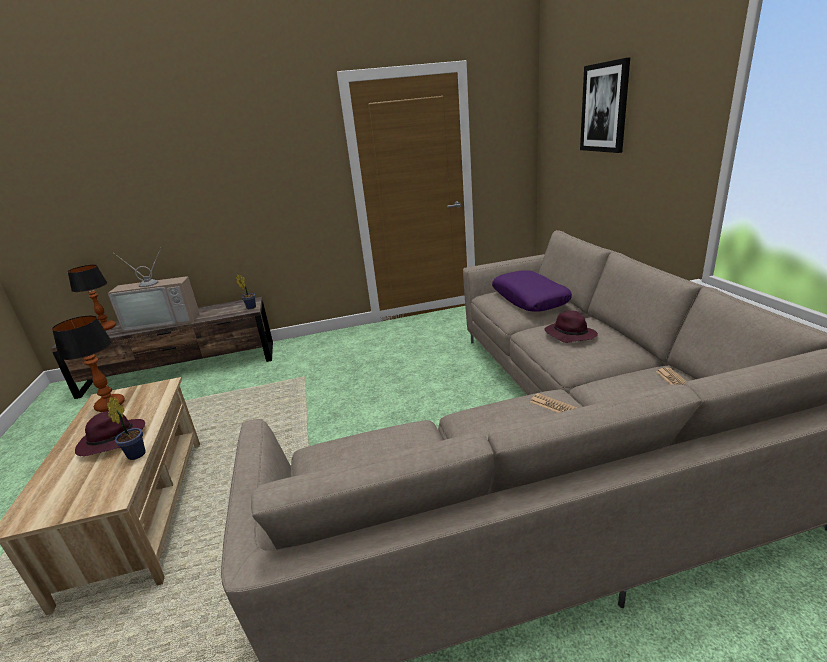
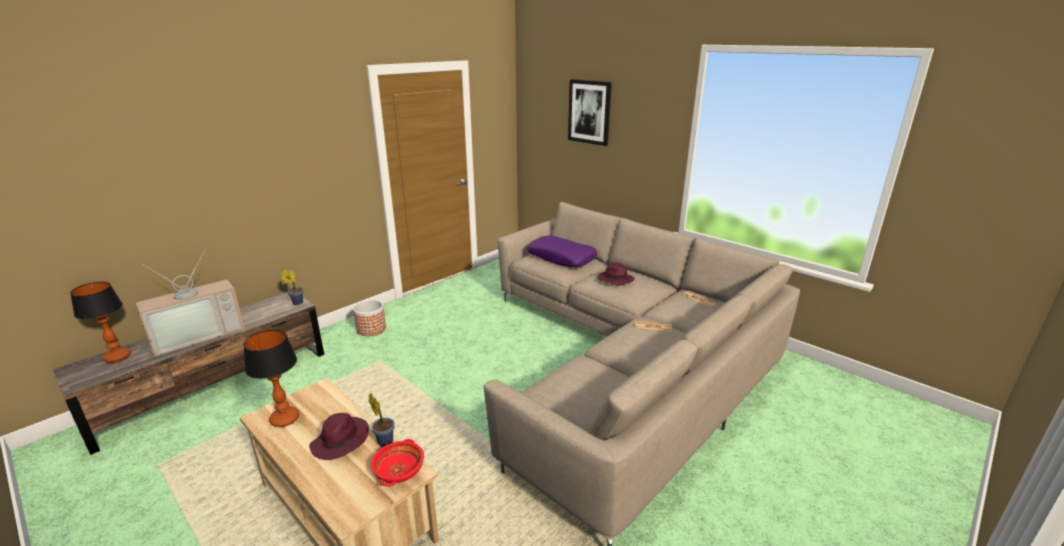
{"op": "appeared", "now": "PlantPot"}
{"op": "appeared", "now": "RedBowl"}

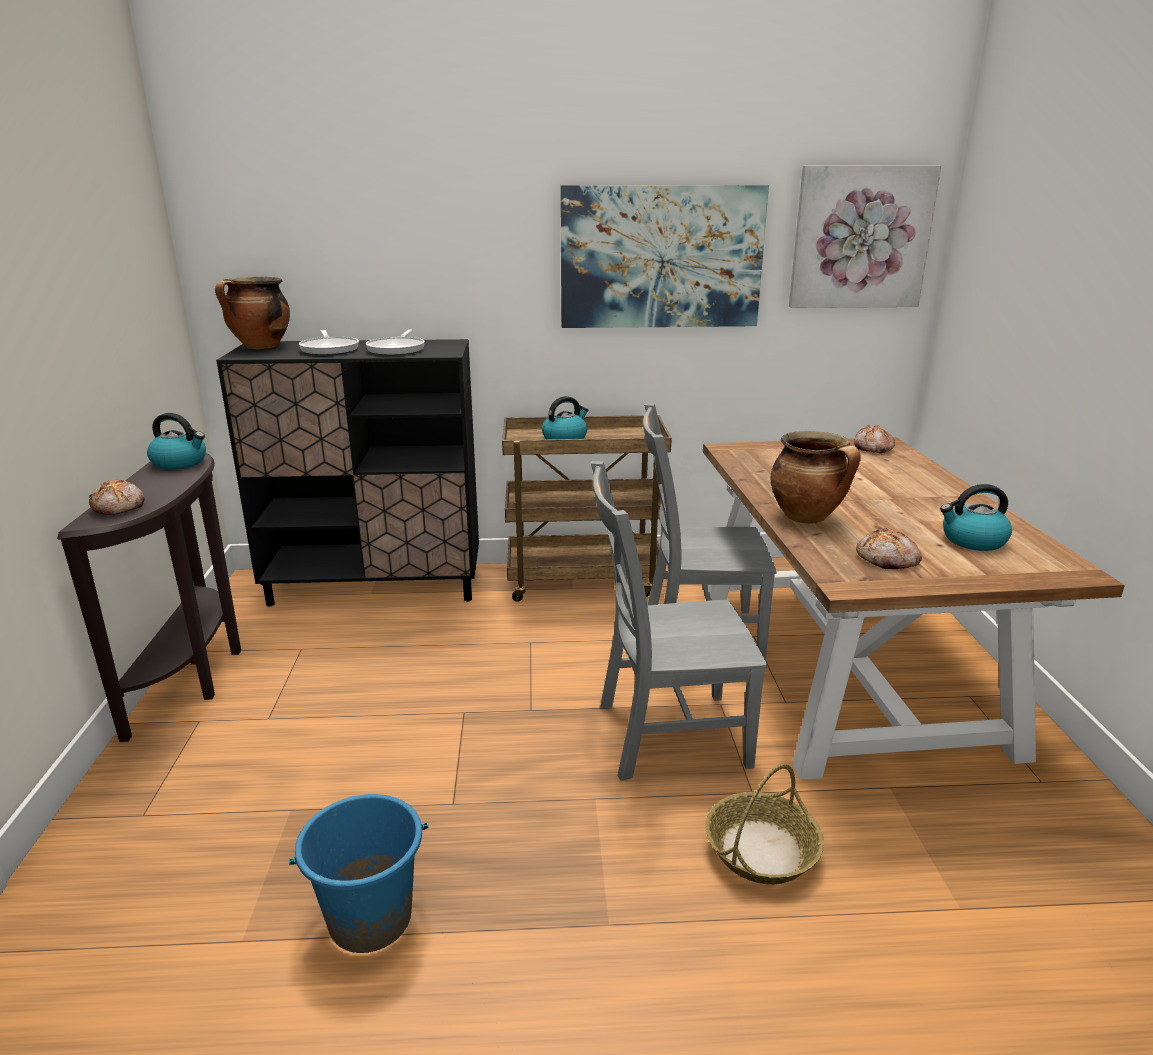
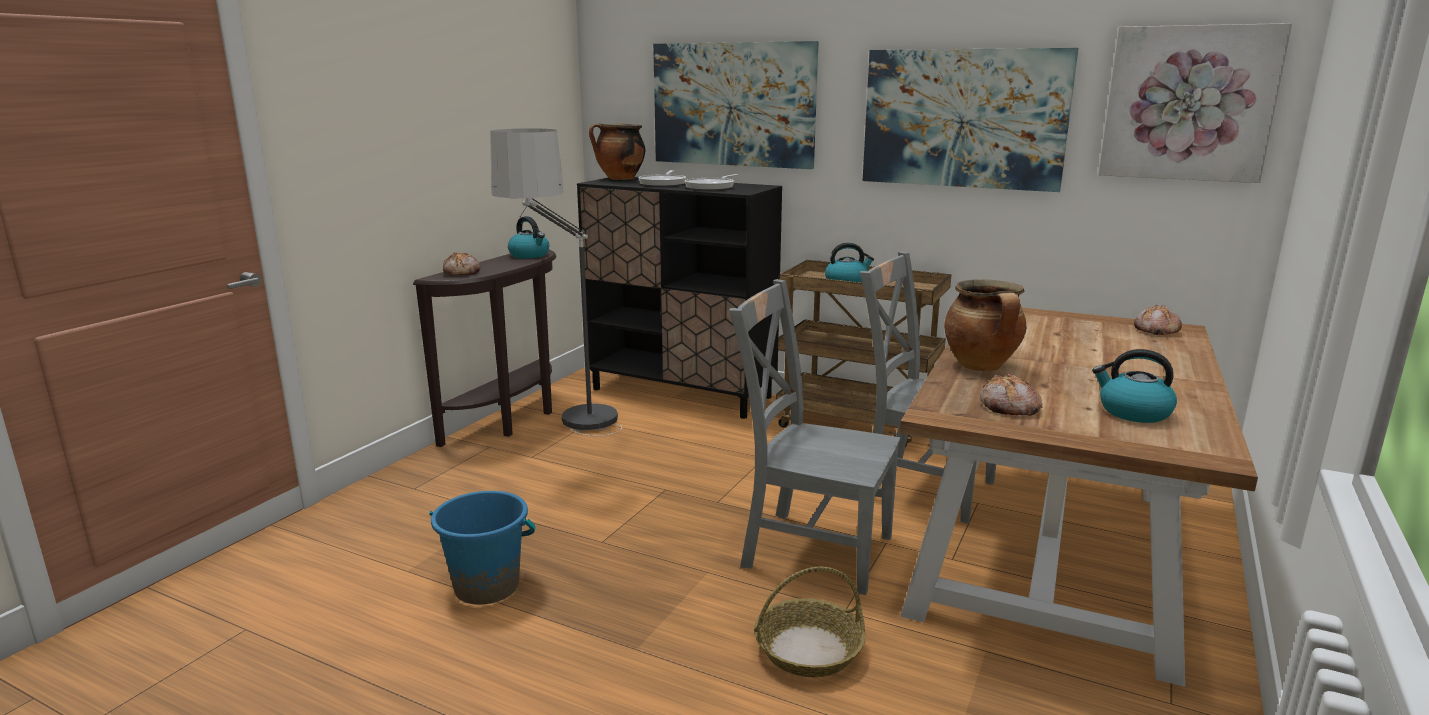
{"op": "appeared", "now": "FloorLamp"}
{"op": "appeared", "now": "Picture (no. 1 from left)"}

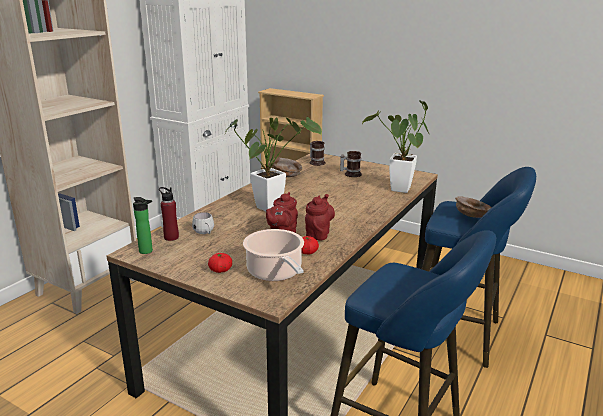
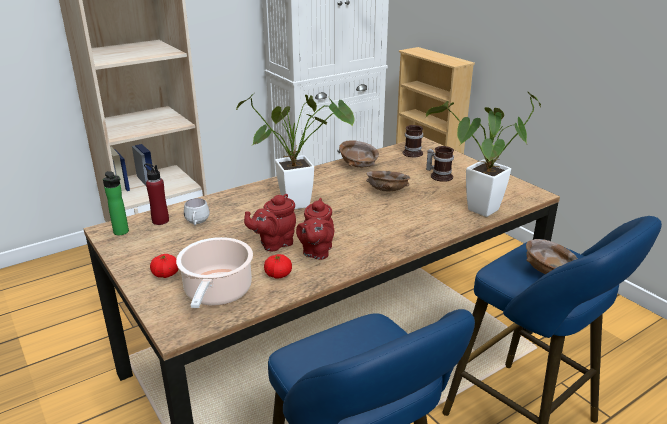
{"op": "appeared", "now": "BrownBowl (no. 2 from left)"}
{"op": "spun", "was": "RedTeaPot (no. 2 from left)", "clockwise": 150}

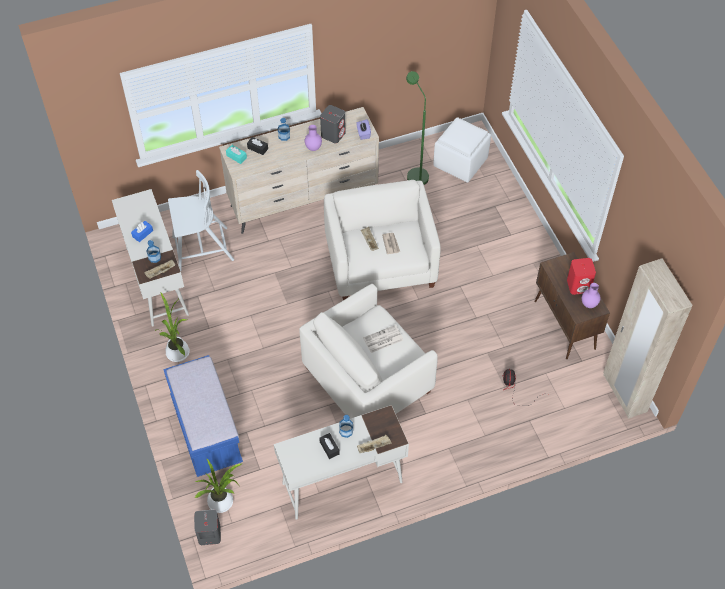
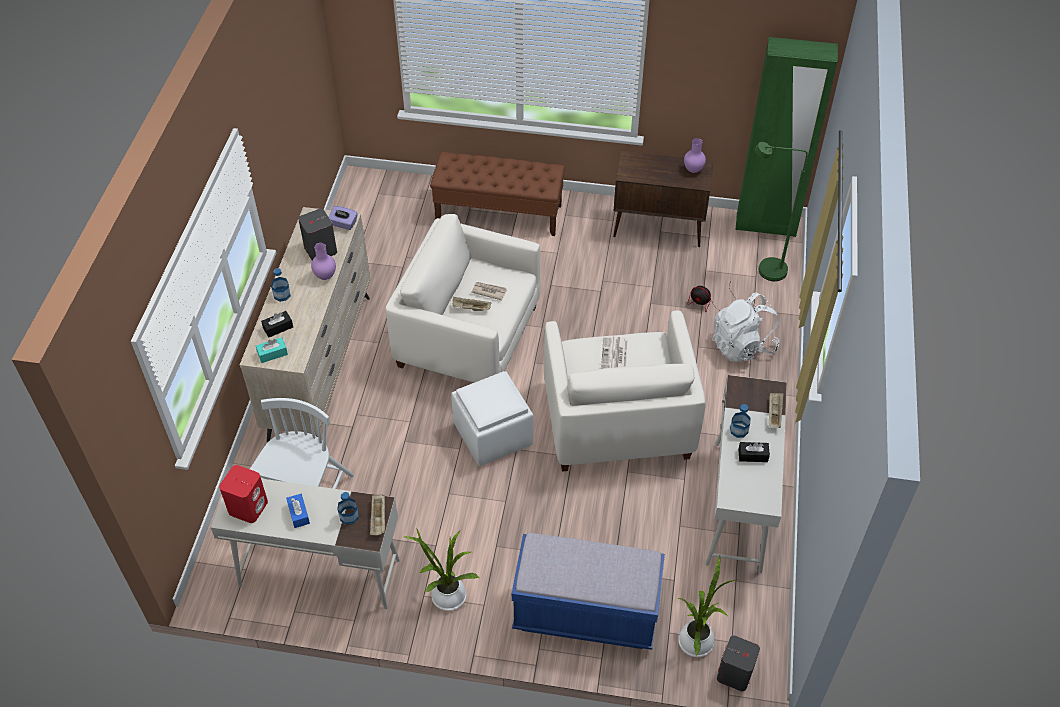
{"op": "appeared", "now": "BrownLongSeat"}
{"op": "appeared", "now": "WhiteBackpack"}
{"op": "relocated", "was": "GreenColouredFloorLamp"}
{"op": "relocated", "was": "WhitePouffe"}
{"op": "relocated", "was": "RedAudioSpeaker"}
{"op": "colour", "was": "BeigeClothesCupboard", "now": "GreenColouredClothesCupboard"}

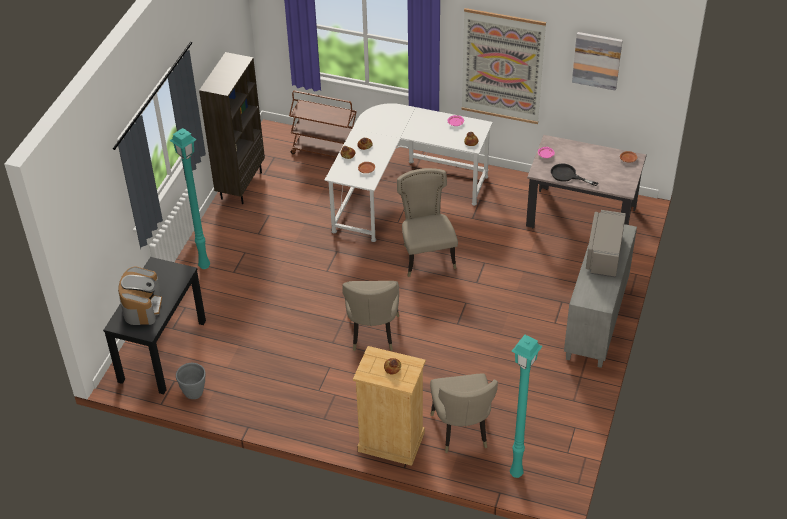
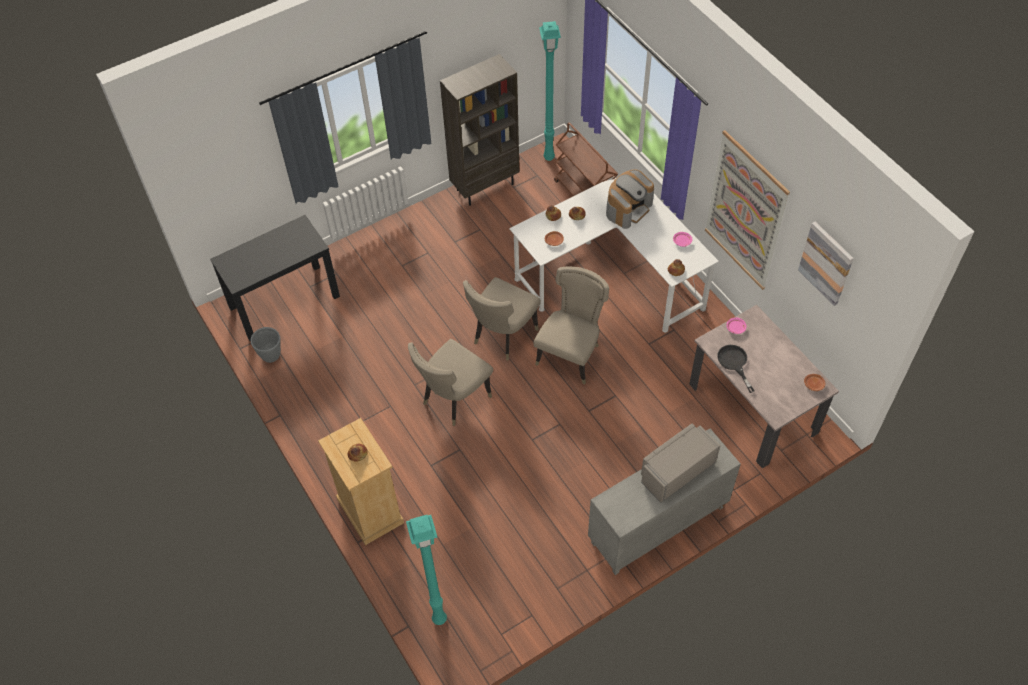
{"op": "relocated", "was": "CoffeeMachine"}
{"op": "relocated", "was": "BlueGreenFloorLamp (no. 1 from left in the first image)", "now": "BlueGreenFloorLamp (no. 2 from left)"}
{"op": "relocated", "was": "BeigeChair (no. 3 from left in the first image)", "now": "BeigeChair (no. 2 from left)"}

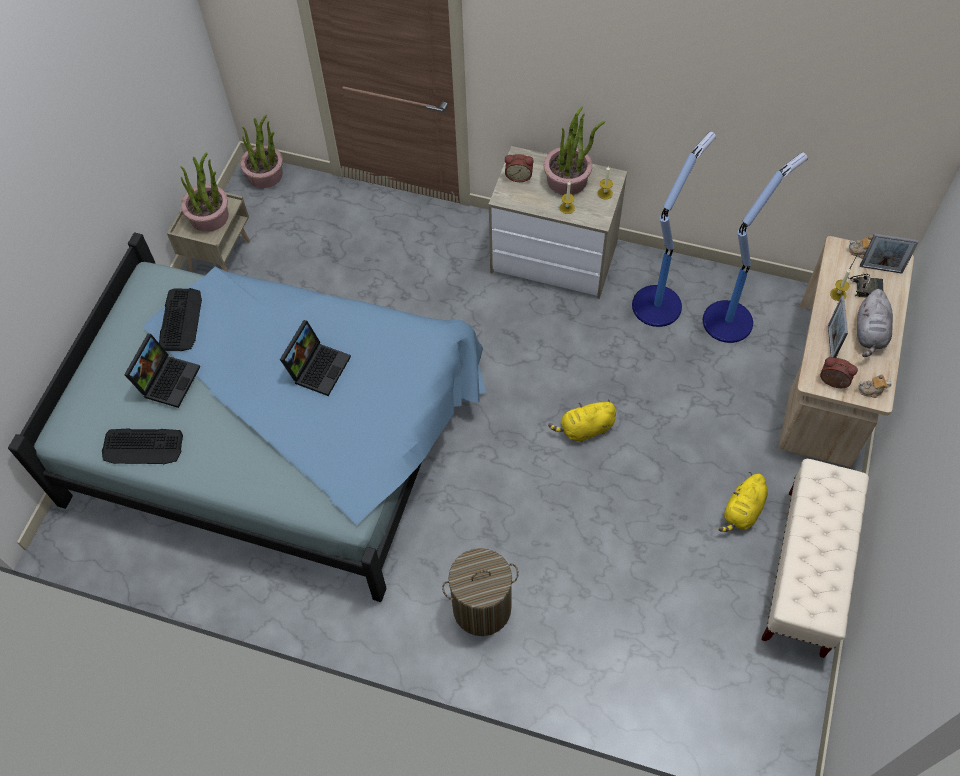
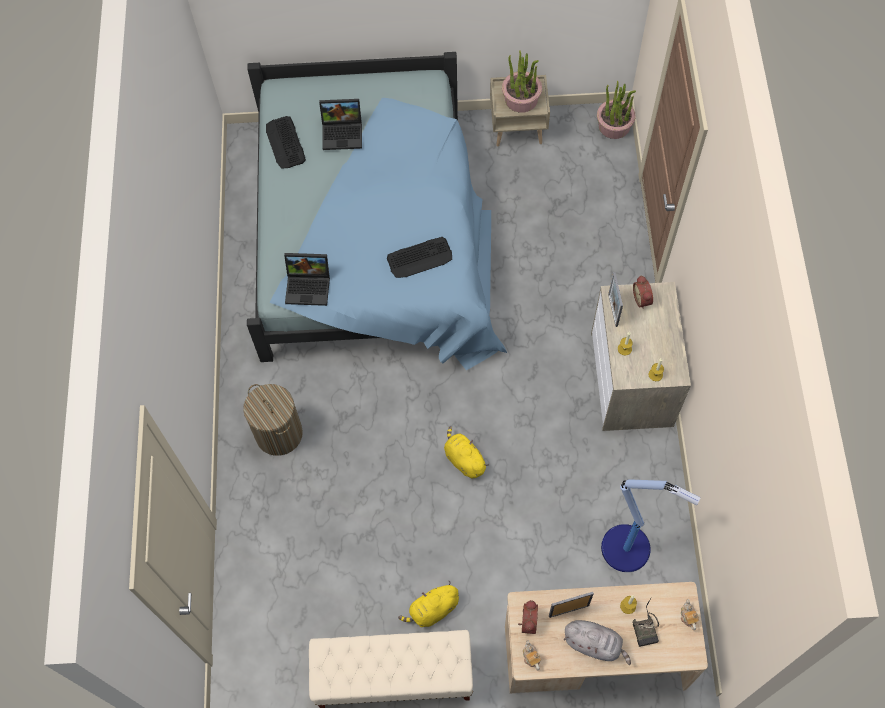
{"op": "missing", "was": "PlantInAPot (no. 3 from left)"}
{"op": "missing", "was": "FloorLamp (no. 1 from left)"}
{"op": "relocated", "was": "PcKeyboard (no. 2 from left)"}
{"op": "relocated", "was": "PortableComputer (no. 2 from left in the first image)", "now": "PortableComputer (no. 1 from left)"}
{"op": "relocated", "was": "PictureFrame (no. 2 from left)"}
{"op": "spun", "was": "YellowColouredSoftToy (no. 2 from left in the first image)", "clockwise": -45}
{"op": "spun", "was": "GreyishSoftToy", "clockwise": -150}

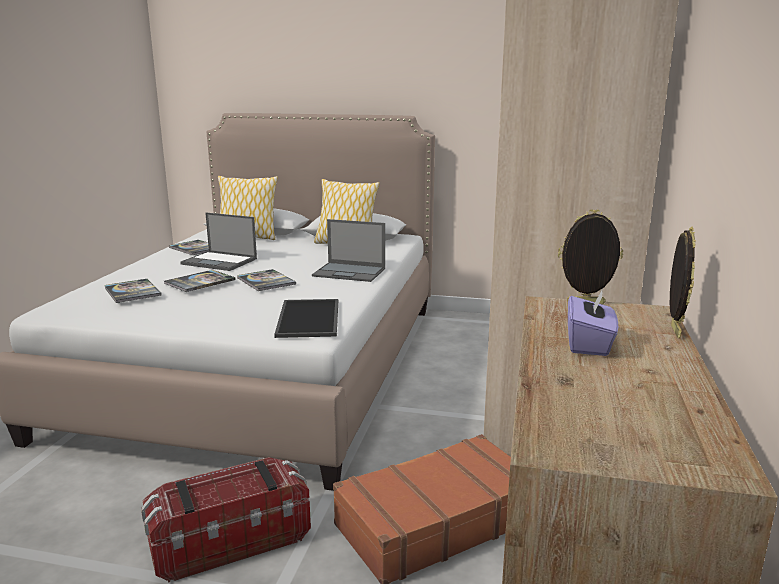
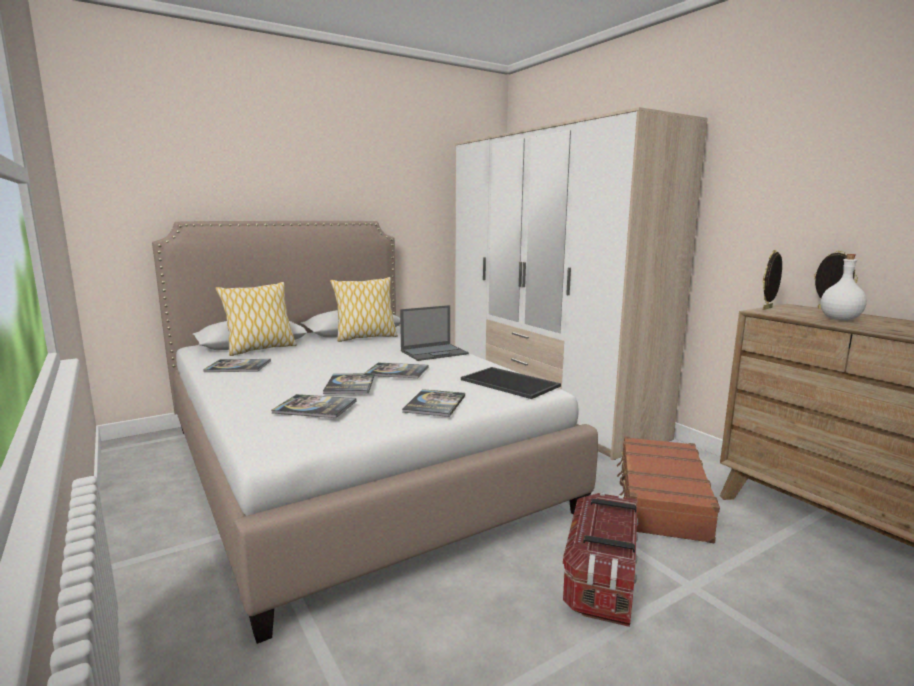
{"op": "missing", "was": "PortableComputer (no. 1 from left)"}
{"op": "appeared", "now": "Book (no. 5 from left)"}
{"op": "exchanged", "was": "PurpleColouredBoxOfTissues", "now": "WhiteDrinkBottle"}

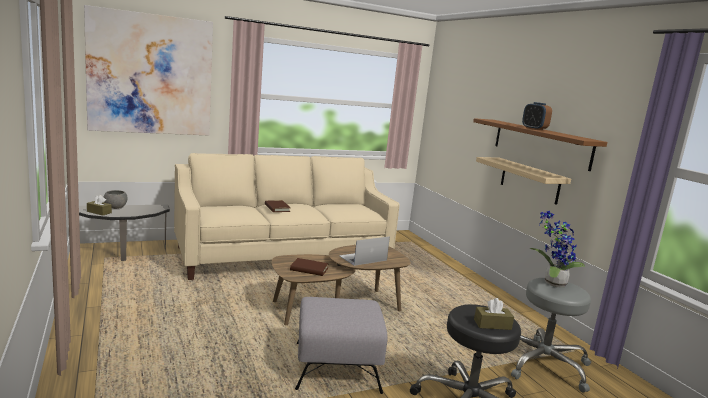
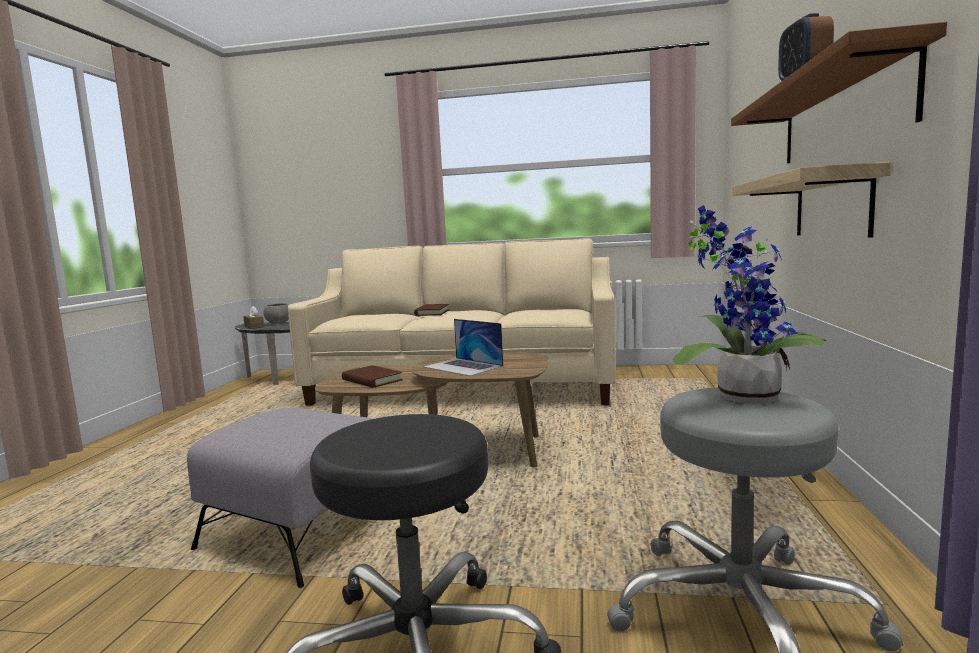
{"op": "missing", "was": "Picture"}
{"op": "missing", "was": "BrownBoxOfTissues (no. 2 from left)"}
{"op": "spun", "was": "PortableComputer", "clockwise": -135}

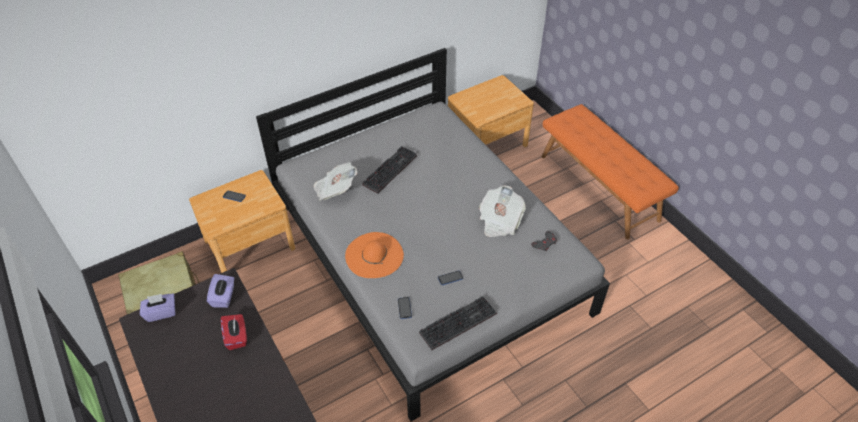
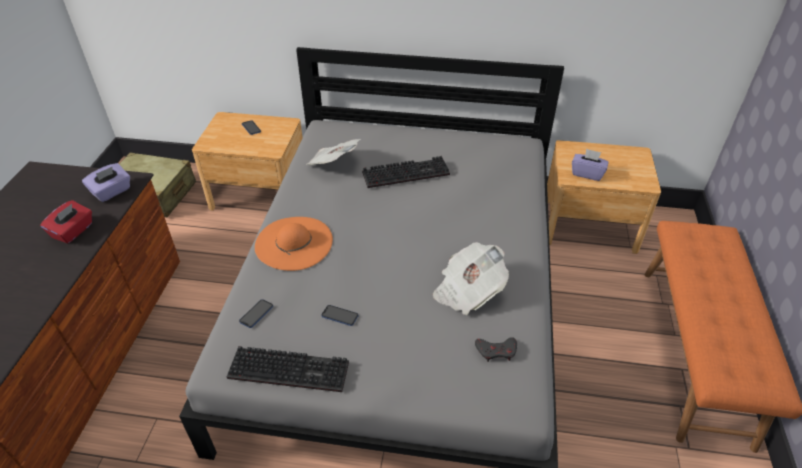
{"op": "relocated", "was": "PurpleColouredBoxOfTissues (no. 1 from left in the first image)", "now": "PurpleColouredBoxOfTissues (no. 2 from left)"}

